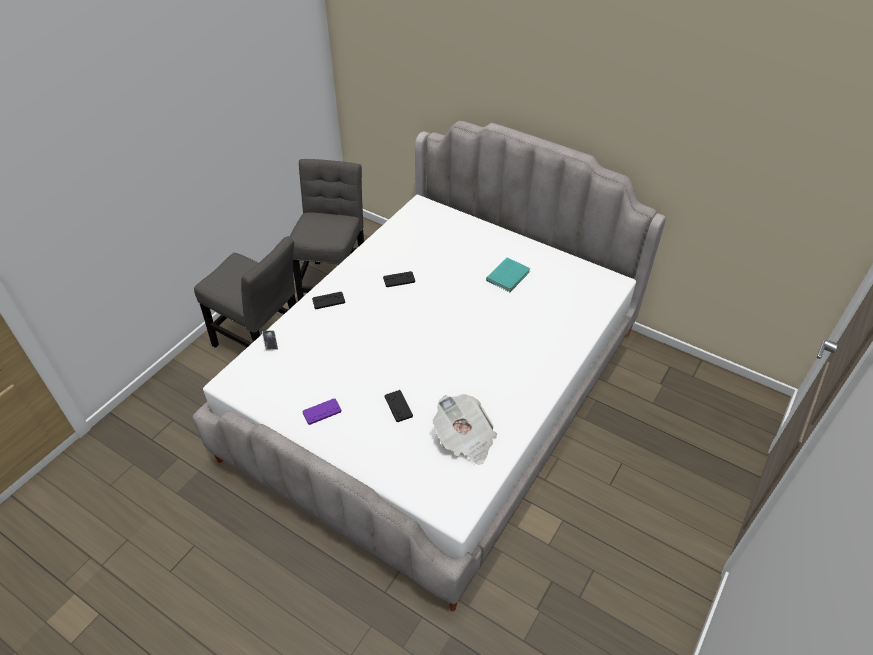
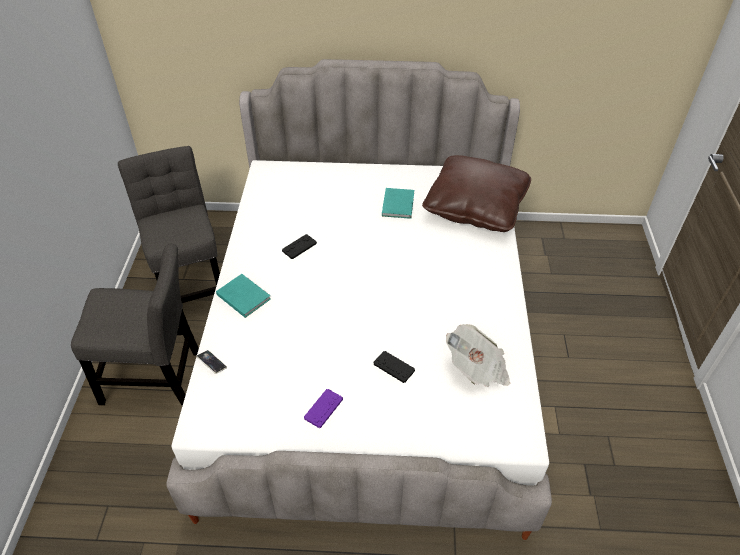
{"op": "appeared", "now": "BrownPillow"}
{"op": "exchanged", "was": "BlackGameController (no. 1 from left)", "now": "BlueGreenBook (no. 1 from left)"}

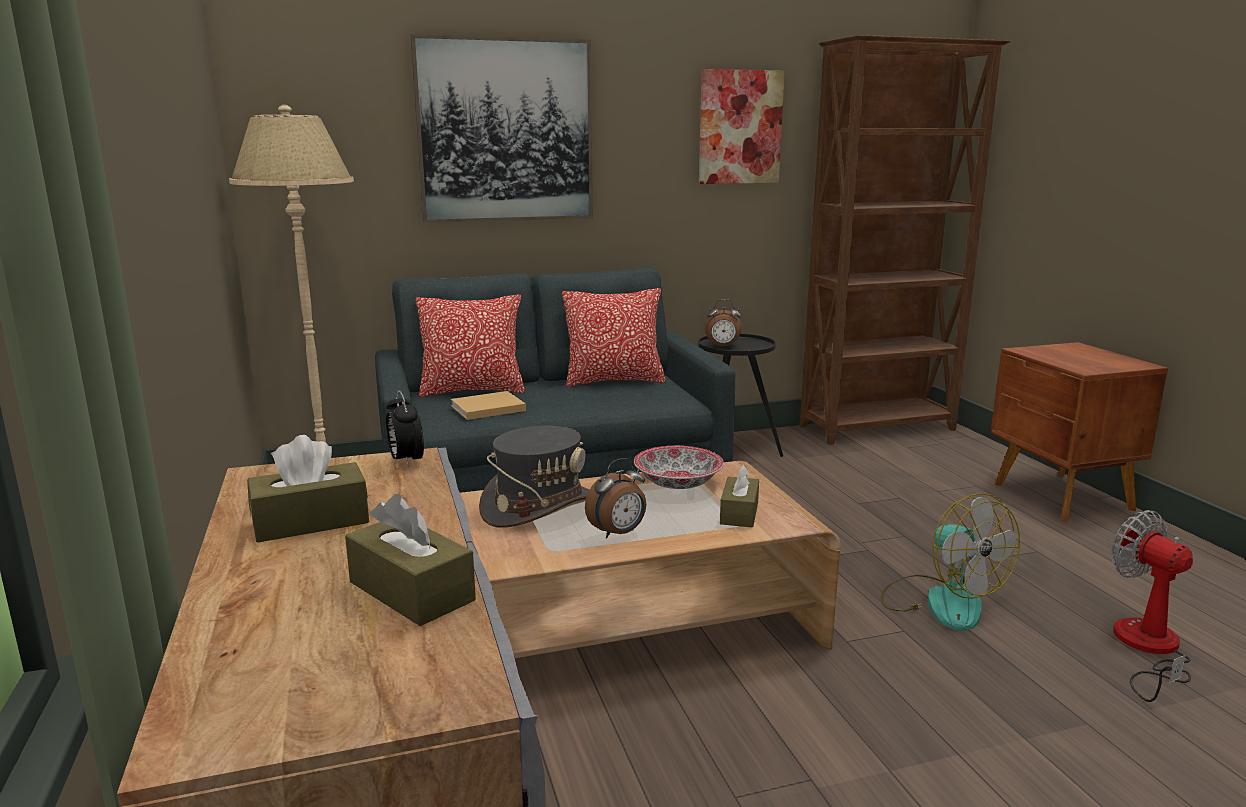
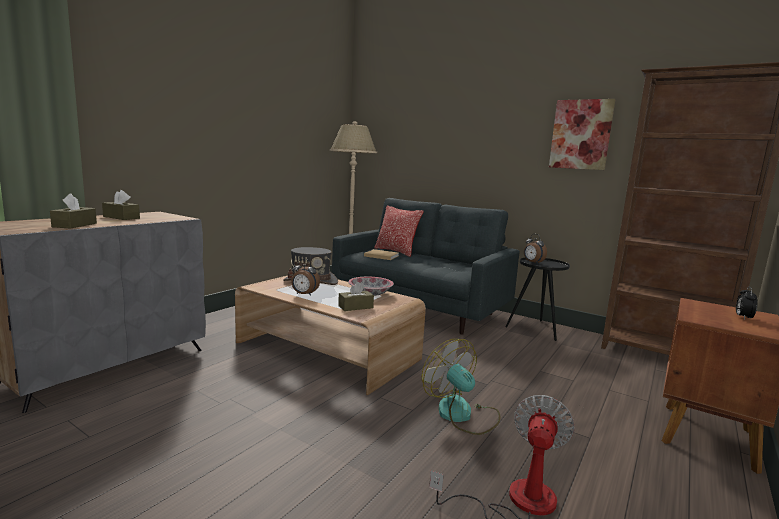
{"op": "missing", "was": "Picture (no. 1 from left)"}
{"op": "missing", "was": "Pillow (no. 2 from left)"}
{"op": "relocated", "was": "TableClock (no. 1 from left in the first image)", "now": "TableClock (no. 3 from left)"}
{"op": "spun", "was": "CoolingFan (no. 1 from left)", "clockwise": 120}

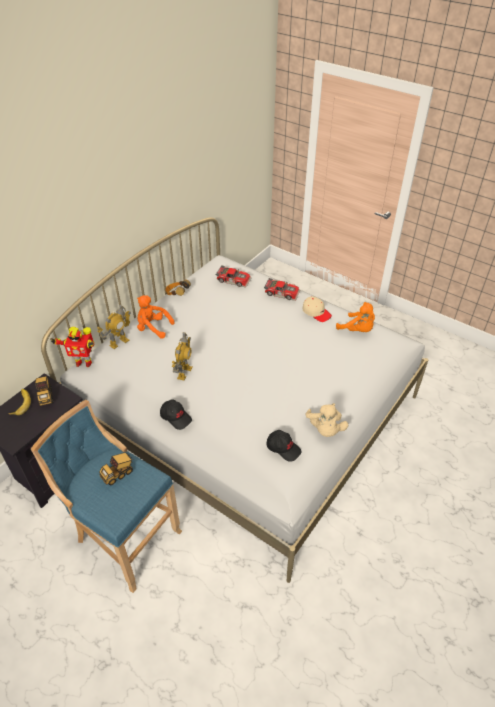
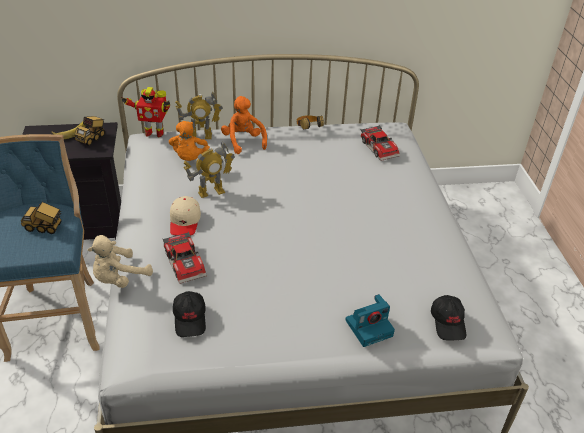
{"op": "appeared", "now": "PhotoCamera"}
{"op": "relocated", "was": "BlackPeakedCap (no. 1 from left in the first image)", "now": "BlackPeakedCap (no. 2 from left)"}
{"op": "relocated", "was": "MiniatureCar (no. 2 from left in the first image)", "now": "MiniatureCar (no. 1 from left)"}
{"op": "relocated", "was": "BeigePeakedCap"}
{"op": "relocated", "was": "BeigeSoftToy"}
{"op": "relocated", "was": "OrangeColouredSoftToy (no. 2 from left in the first image)", "now": "OrangeColouredSoftToy (no. 1 from left)"}
{"op": "spun", "was": "RobotFigure (no. 1 from left)", "clockwise": -45}

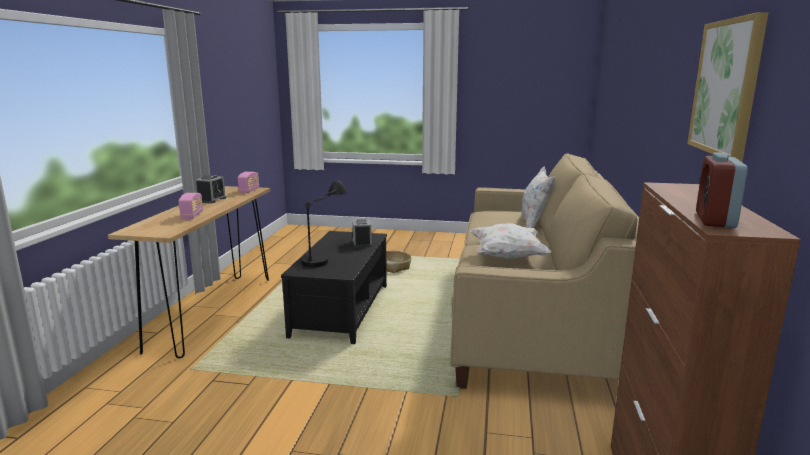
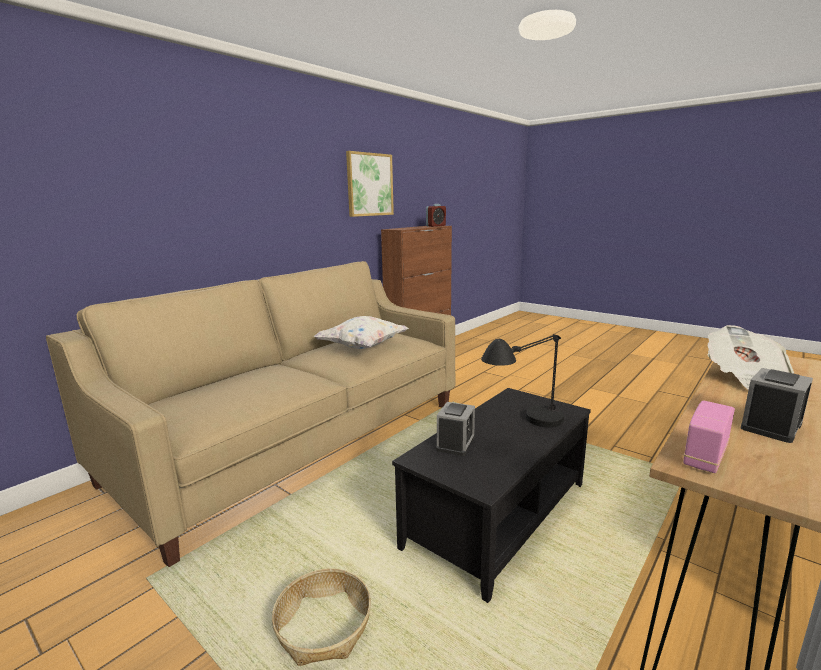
{"op": "missing", "was": "WhitePillow (no. 2 from left)"}
{"op": "exchanged", "was": "Radio (no. 1 from left)", "now": "DailyPaper"}

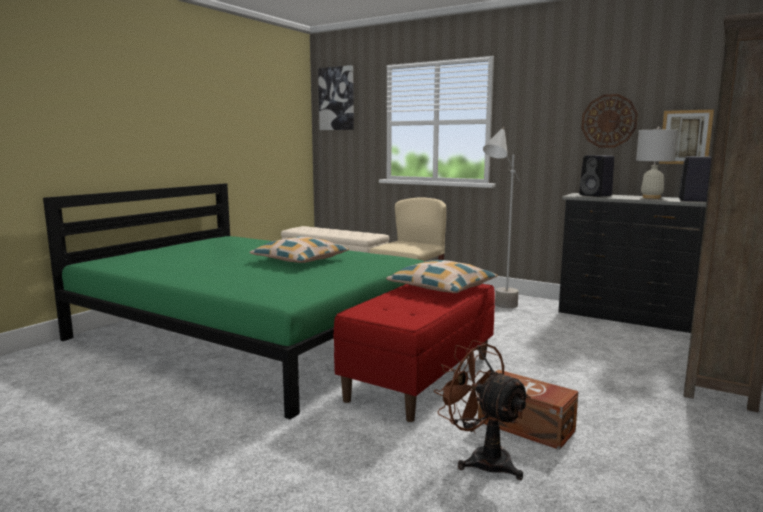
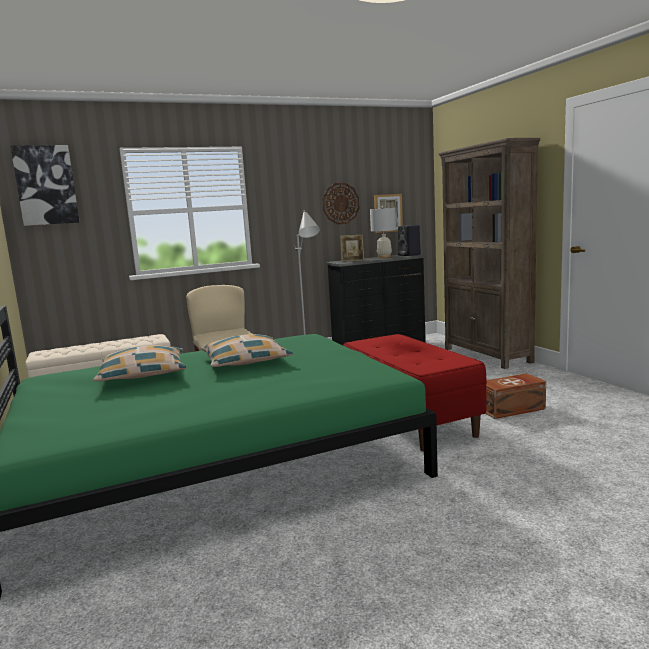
{"op": "missing", "was": "BrownCoolingFan"}
{"op": "relocated", "was": "Pillow (no. 2 from left in the first image)", "now": "Pillow (no. 1 from left)"}
{"op": "exchanged", "was": "BlackAudioSpeaker (no. 1 from left)", "now": "PictureFrame"}

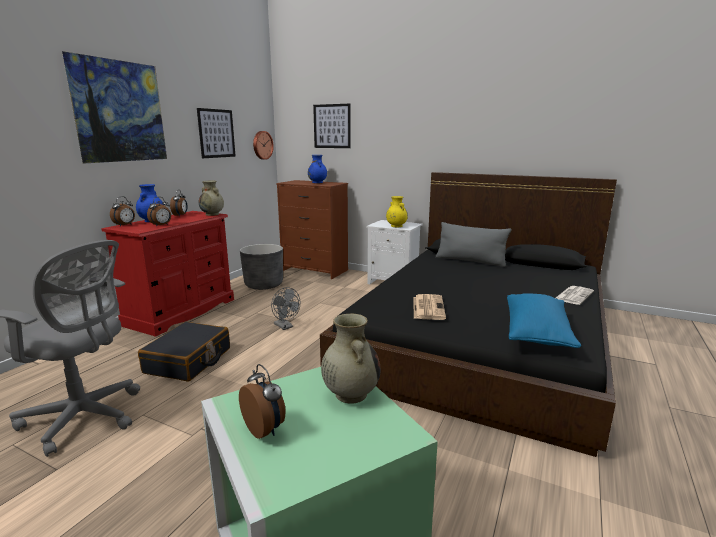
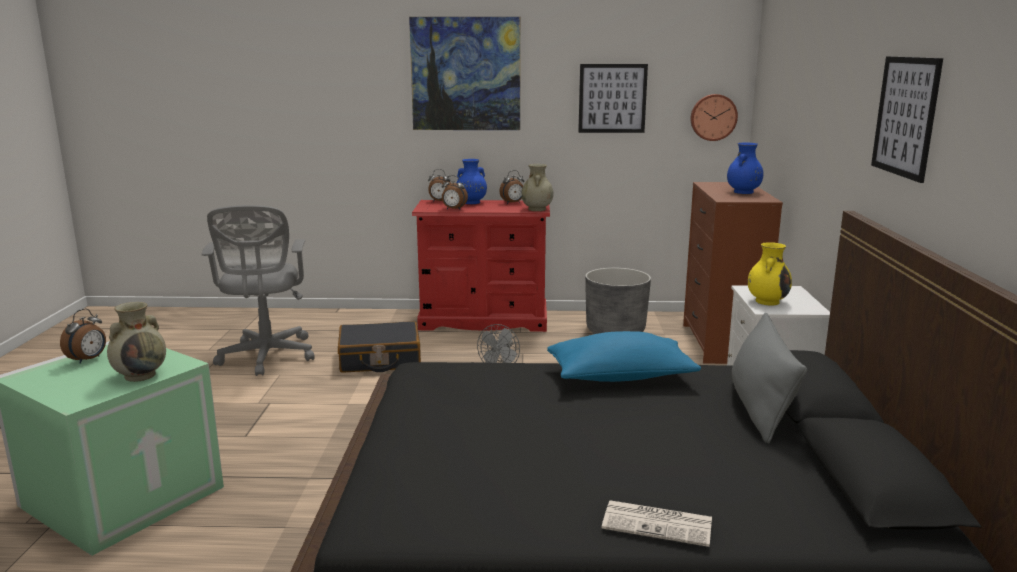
{"op": "missing", "was": "DailyPaper (no. 1 from left)"}
{"op": "relocated", "was": "Picture (no. 3 from left)"}
{"op": "relocated", "was": "BlueColouredPillow"}

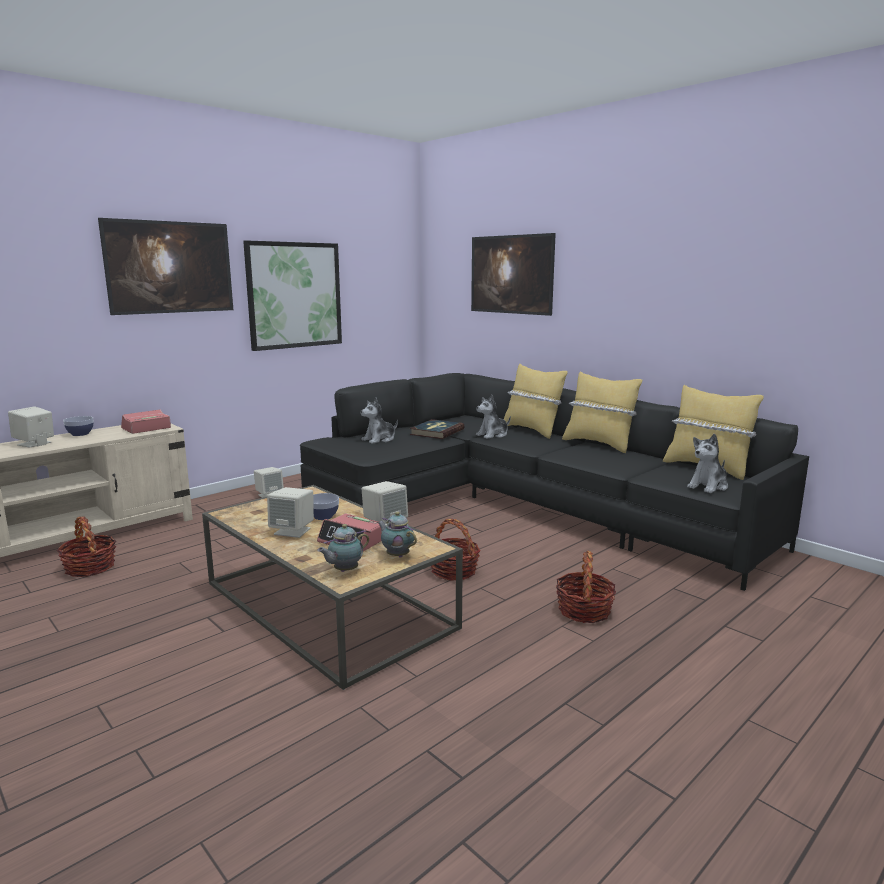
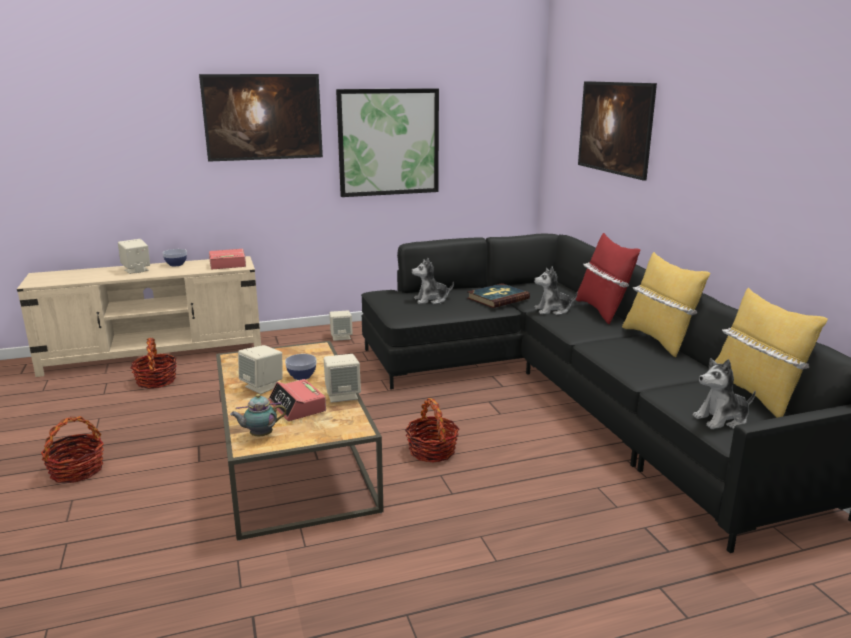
{"op": "missing", "was": "TeaPot (no. 2 from left)"}
{"op": "relocated", "was": "StorageBasket (no. 3 from left in the first image)", "now": "StorageBasket (no. 1 from left)"}
{"op": "colour", "was": "YellowColouredPillow (no. 1 from left)", "now": "RedPillow"}

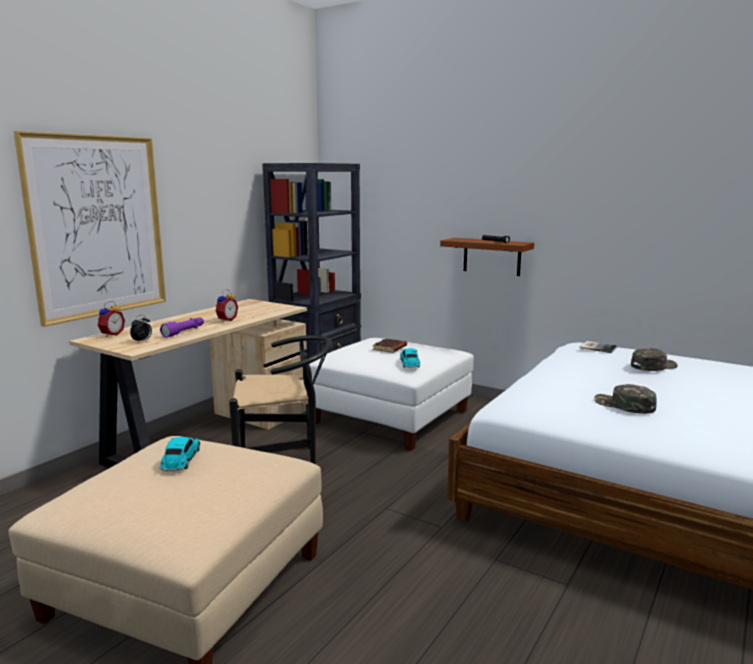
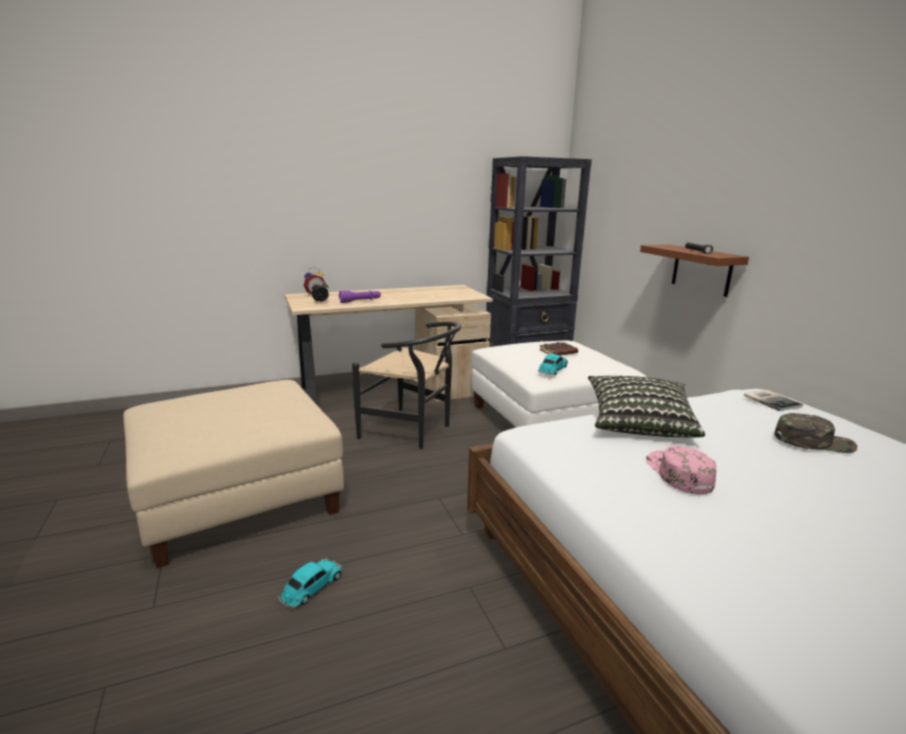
{"op": "missing", "was": "Picture"}
{"op": "missing", "was": "TableClock (no. 3 from left)"}
{"op": "appeared", "now": "Pillow"}
{"op": "relocated", "was": "MiniatureCar (no. 1 from left)"}
{"op": "colour", "was": "GreenColouredPeakedCap (no. 1 from left)", "now": "PinkPeakedCap"}

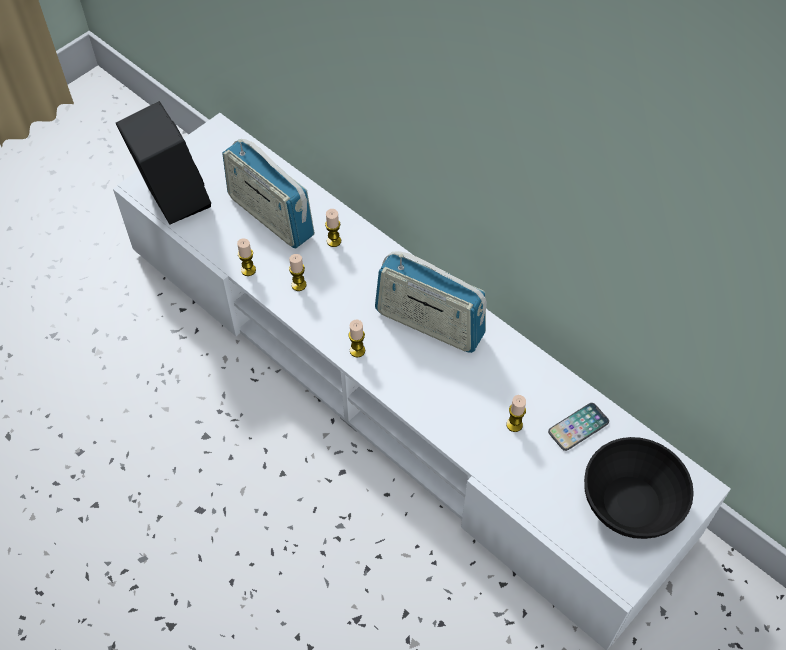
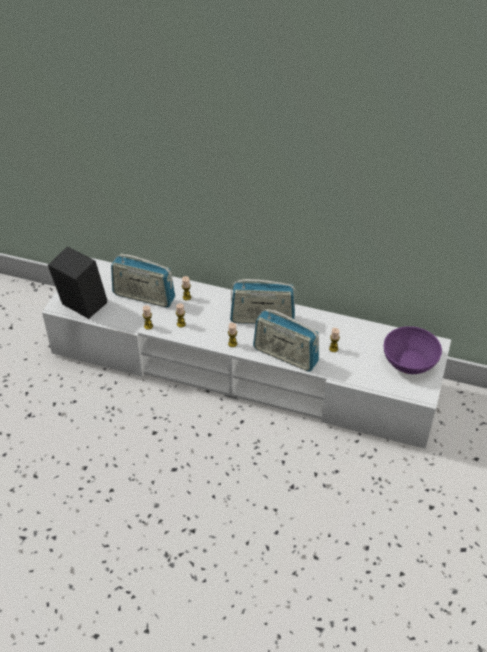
{"op": "missing", "was": "Handset"}
{"op": "appeared", "now": "Radio (no. 3 from left)"}
{"op": "colour", "was": "BlackBowl", "now": "PurpleColouredBowl"}

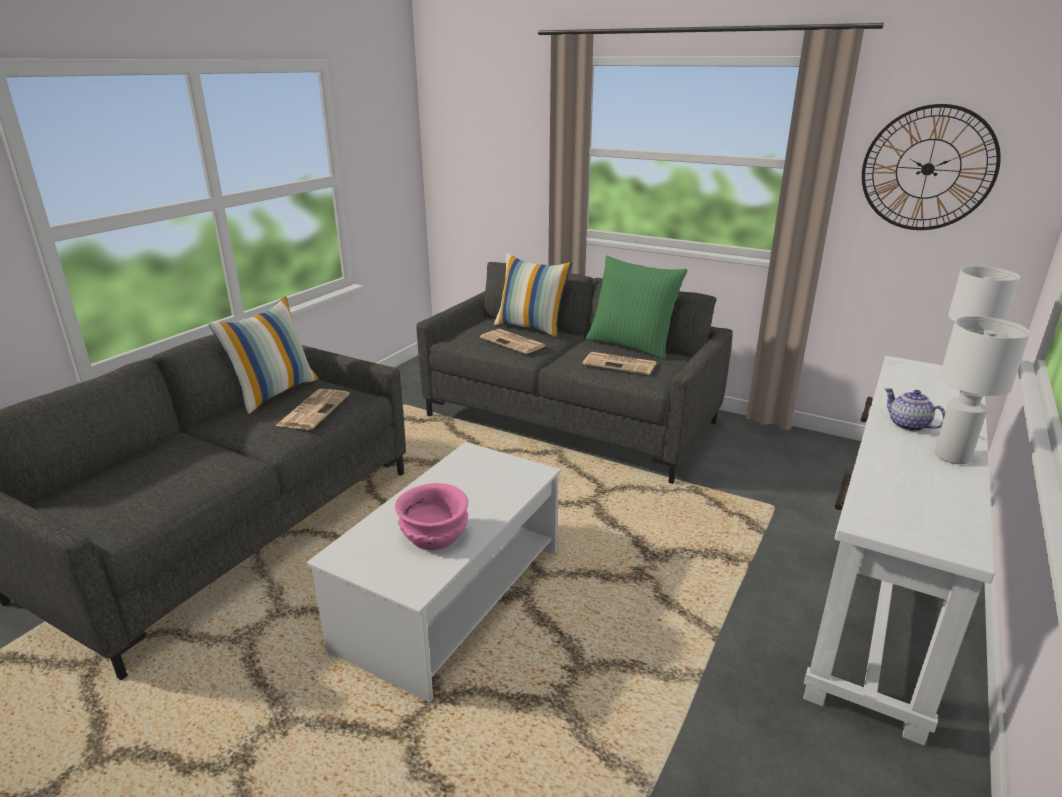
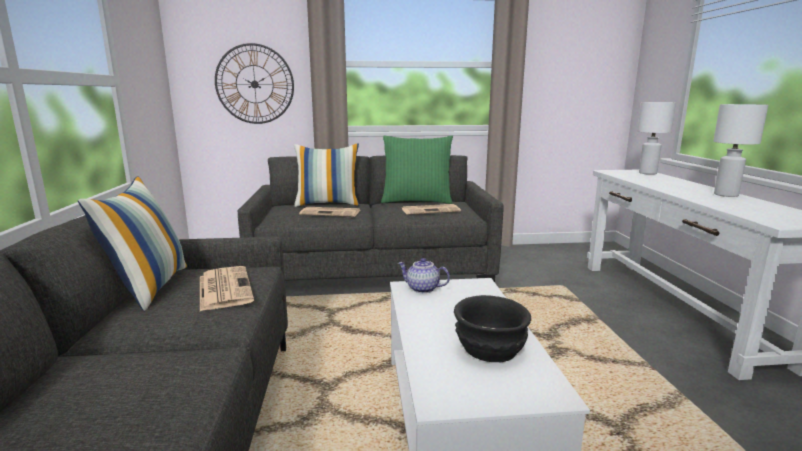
{"op": "relocated", "was": "ClockOnTheWall"}
{"op": "relocated", "was": "TeaPot"}
{"op": "colour", "was": "PinkBowl", "now": "BlackBowl"}

